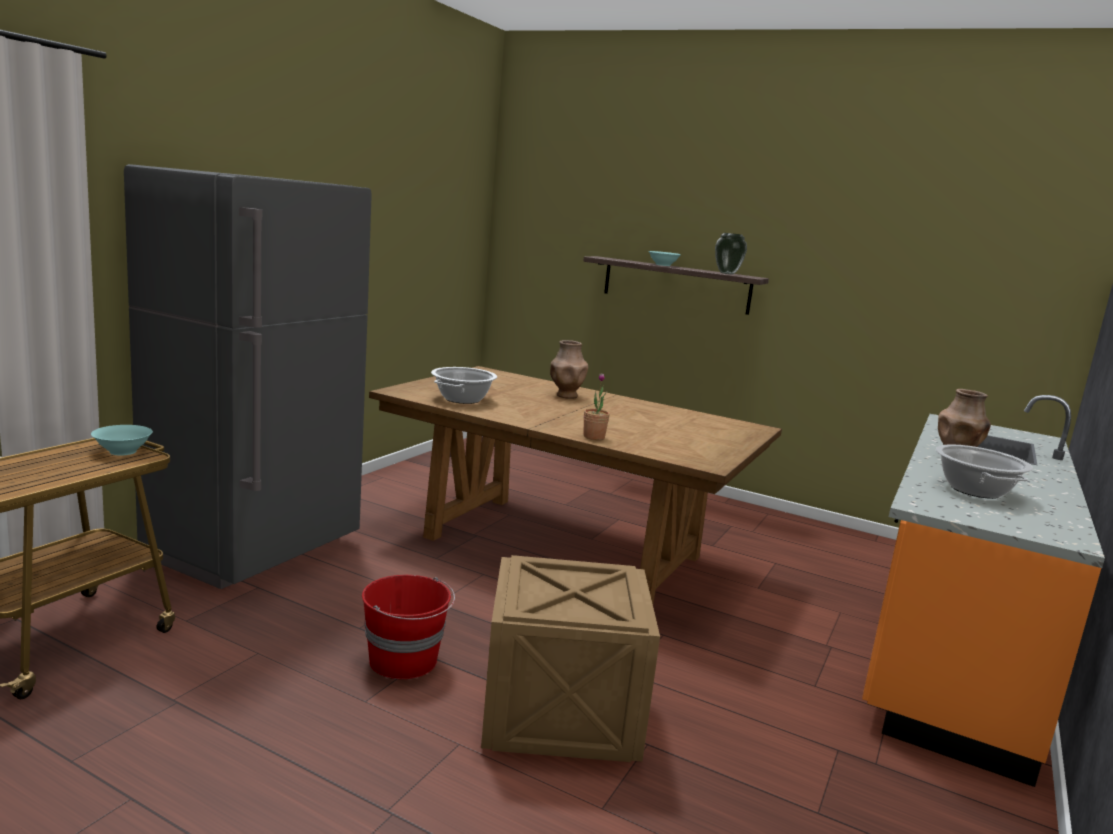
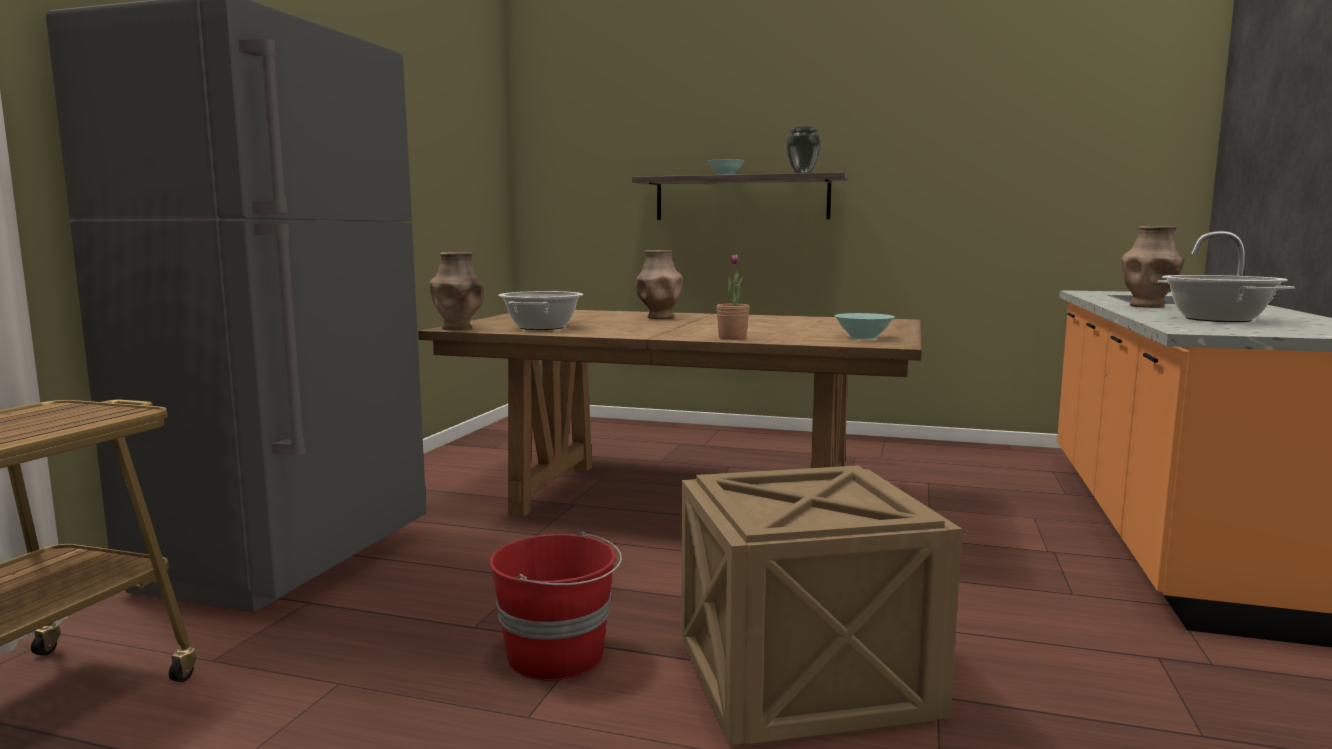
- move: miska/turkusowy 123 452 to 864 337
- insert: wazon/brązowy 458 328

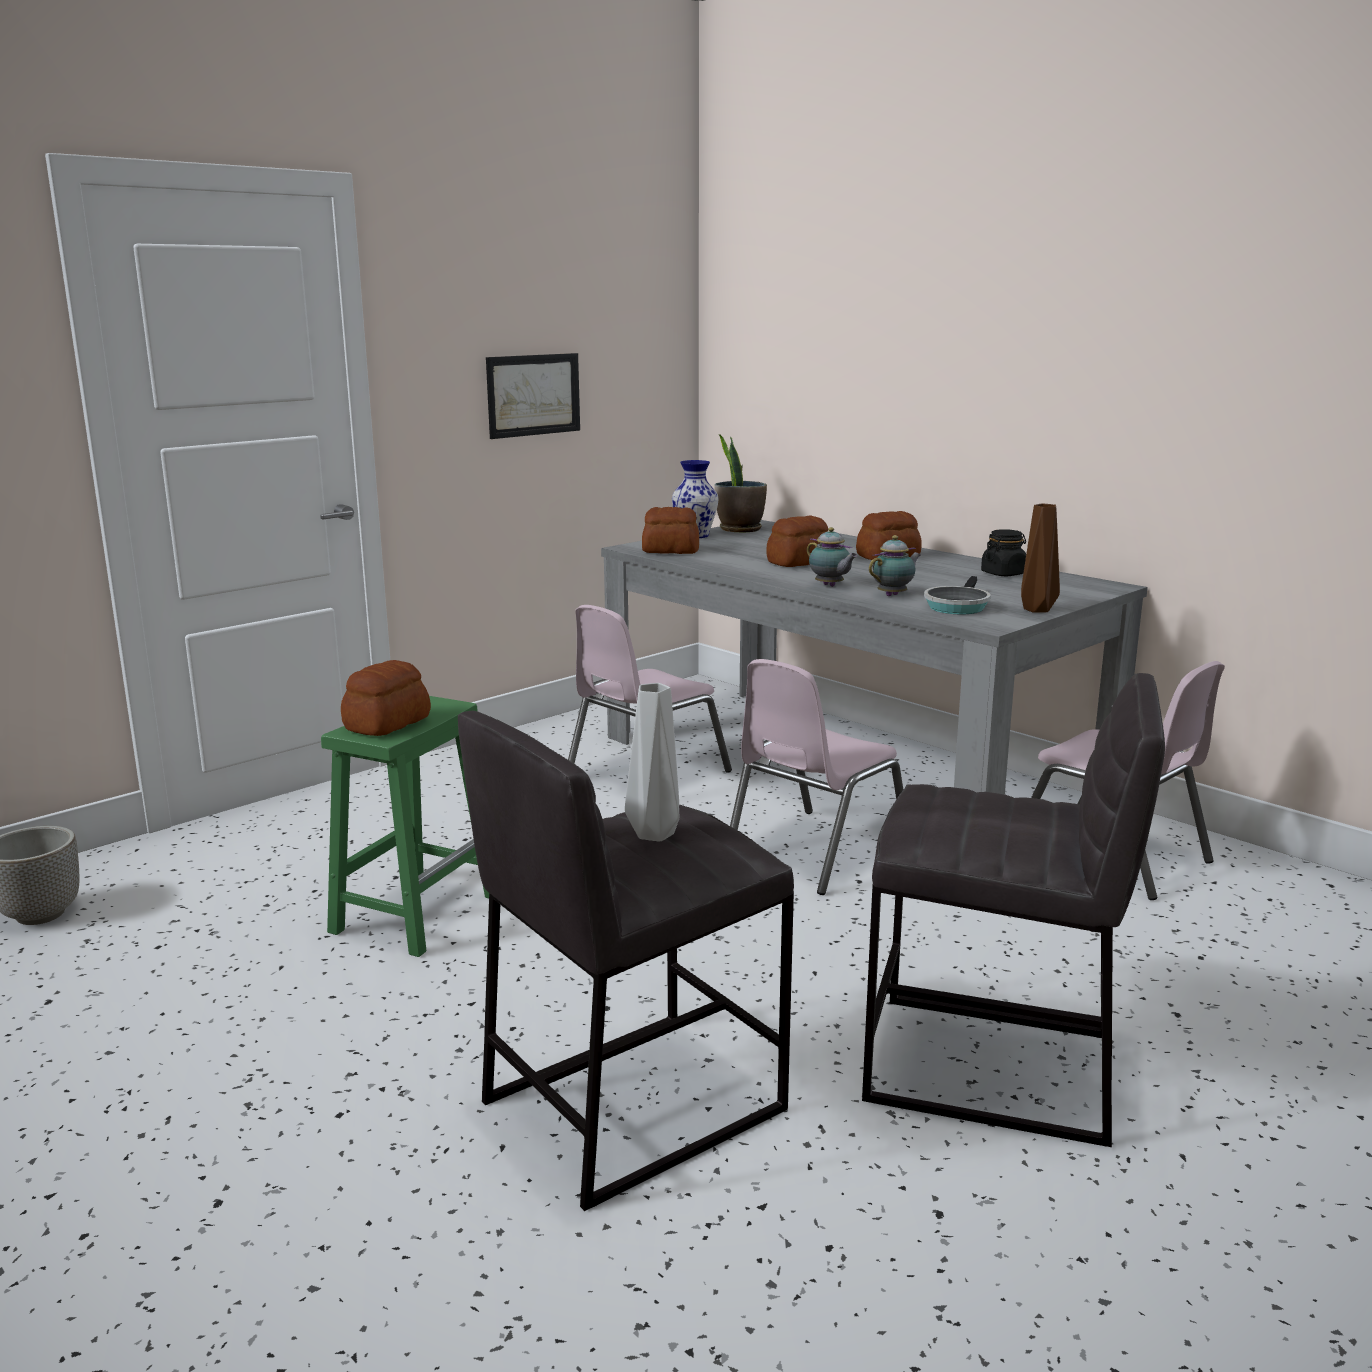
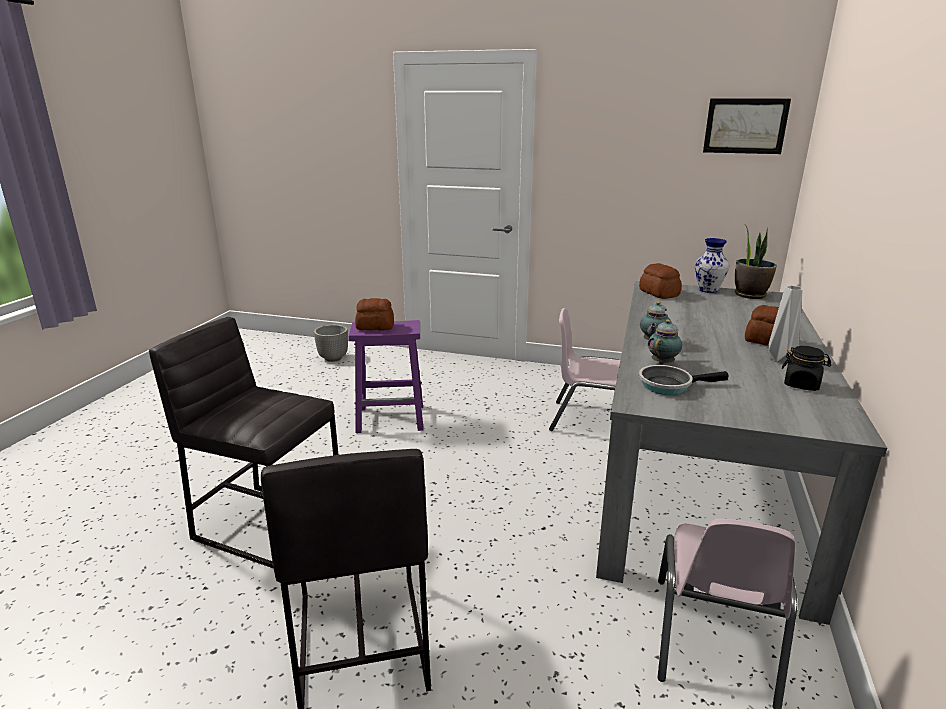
- recolor: stołek/zielony 417 912 to stołek/fioletowy 392 418
- move: obraz 533 395 to 745 126
- move: wazon/szary 652 834 to 778 359
- delete: krzesło/różowy 814 851
- delete: chleb 798 562
- rotate: imbryk 894 595 = 663 362 75 degrees counterclockwise
- delete: wazon/brązowy 1037 609

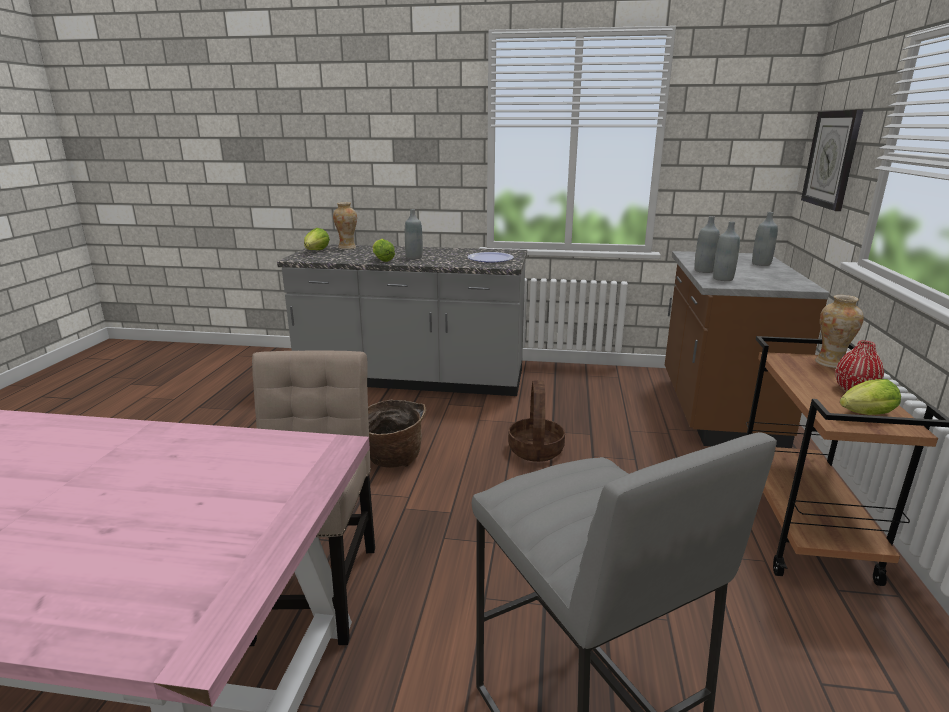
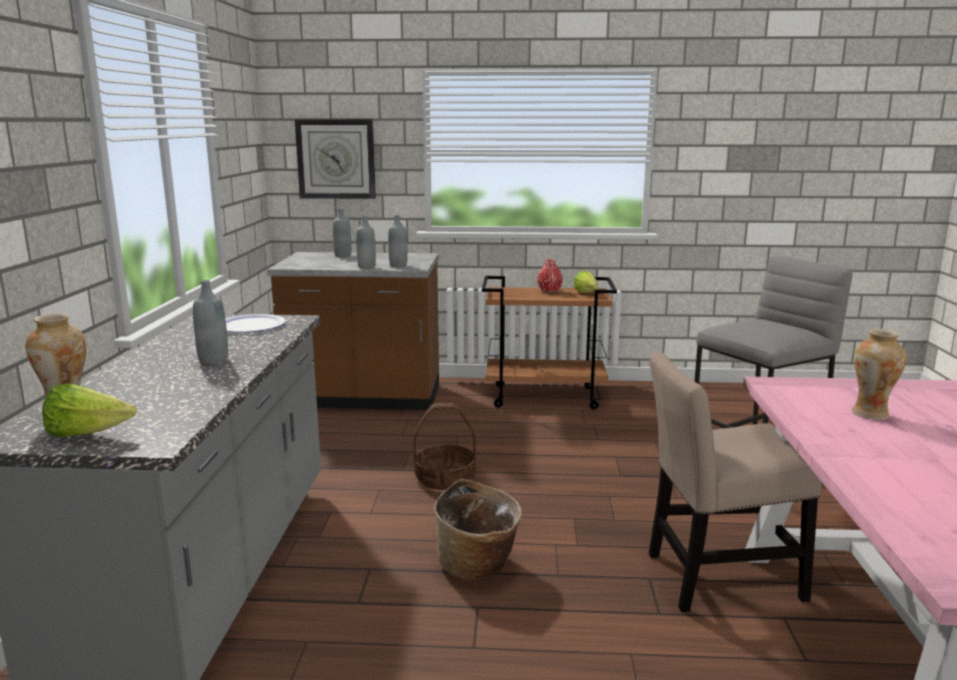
- delete: sałata 382 260
- move: wazon 830 363 to 870 414

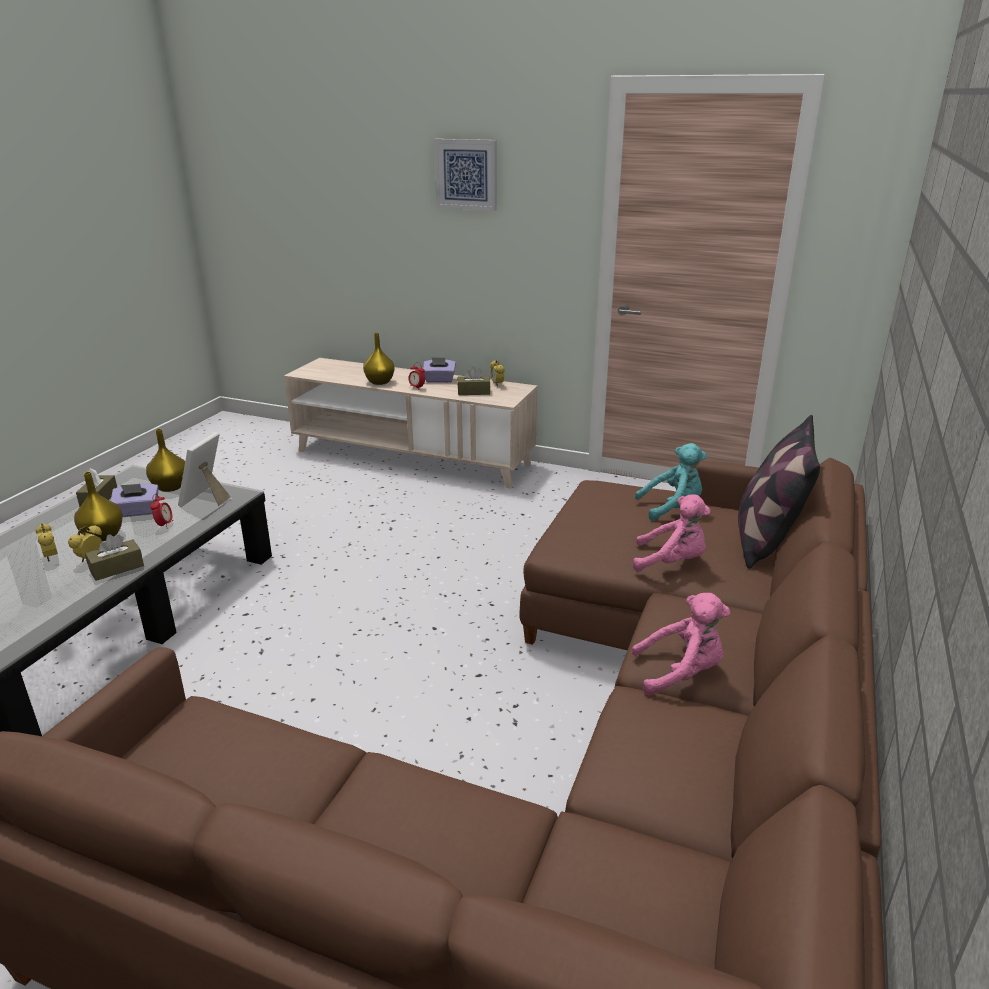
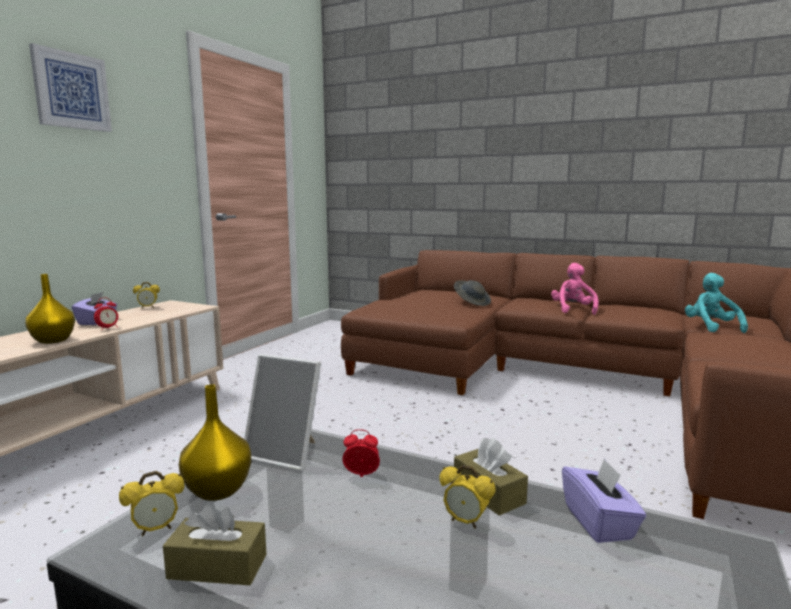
- move: budzik 51 557 to 156 529
- delete: wazon/żółty 102 536
- move: pudełko chusteczek/fioletowy 138 512 to 599 522
- delete: pudełko chusteczek/brązowy 473 392
- replace: pluszak/różowy 671 562 to kapelusz/szary 472 303
- move: pluszak/turkusowy 672 507 to 711 327
- delete: poduszka 766 540

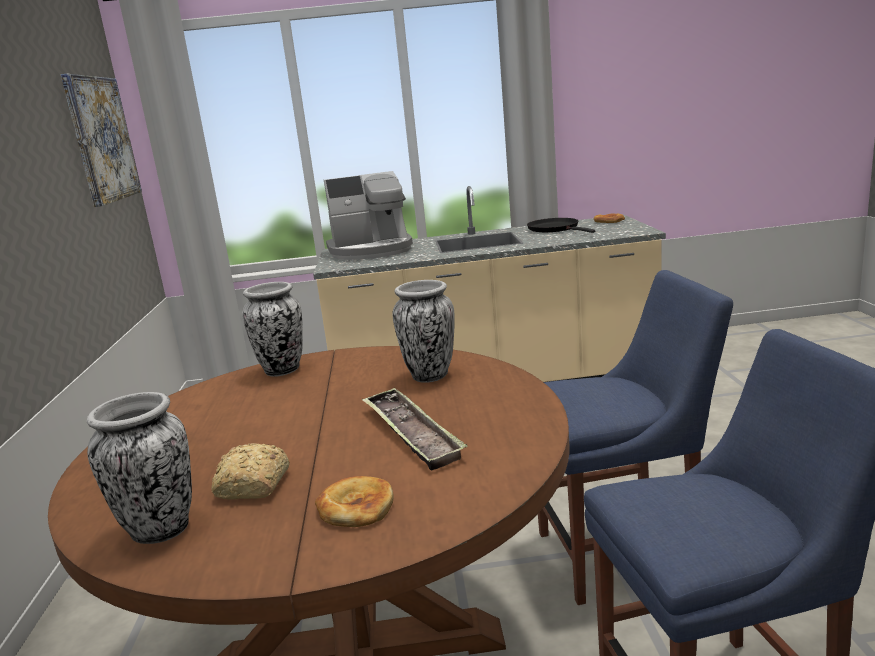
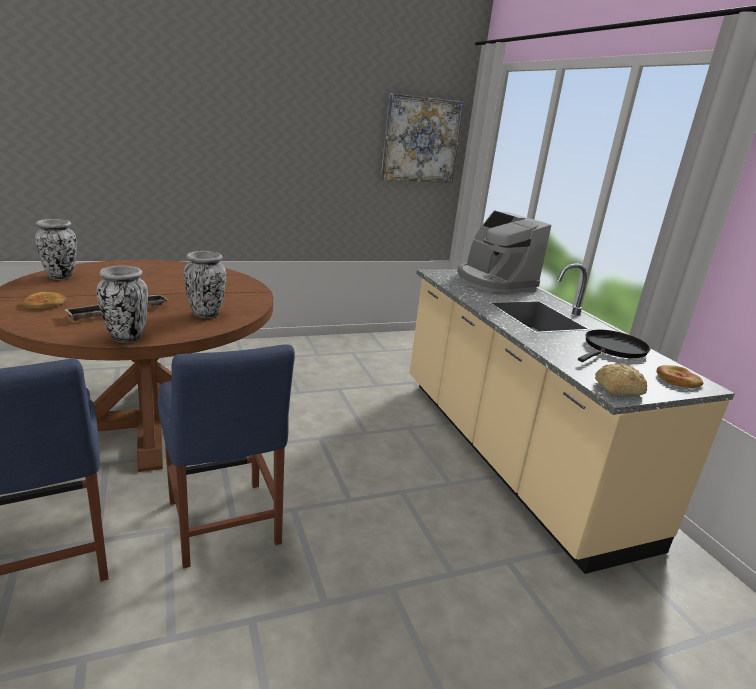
- move: chleb 252 486 to 617 388
- move: wazon 282 370 to 126 338

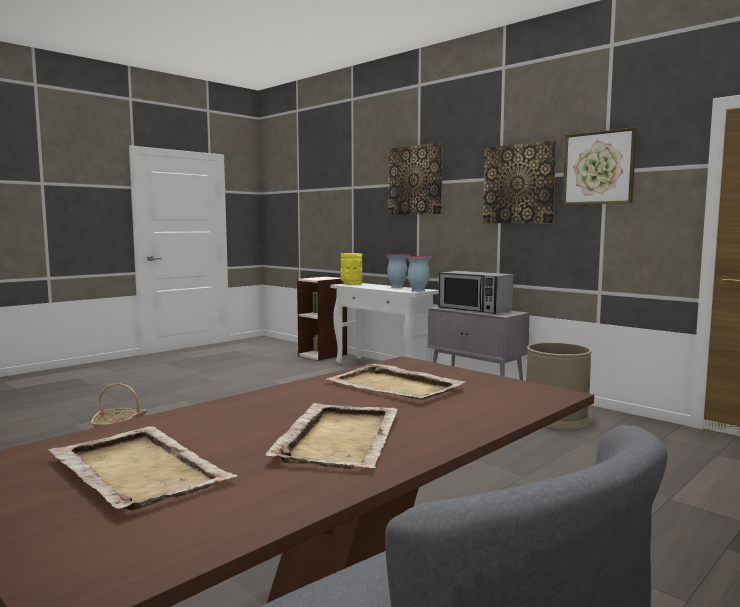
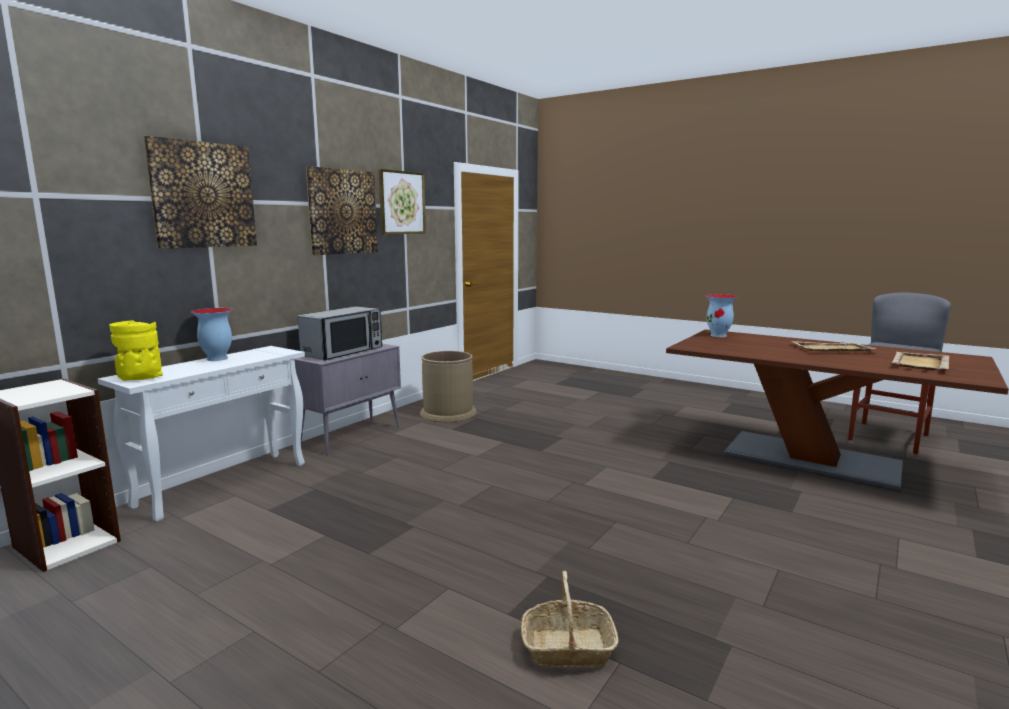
- delete: taca/beżowy 395 386
- move: wazon 418 291 to 719 335

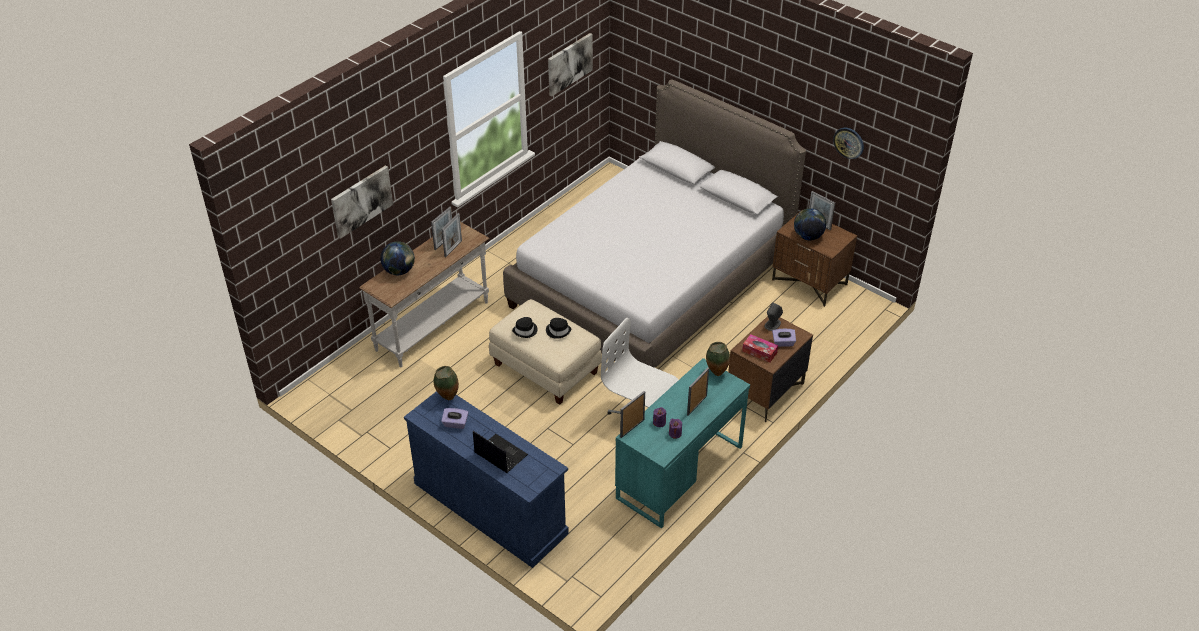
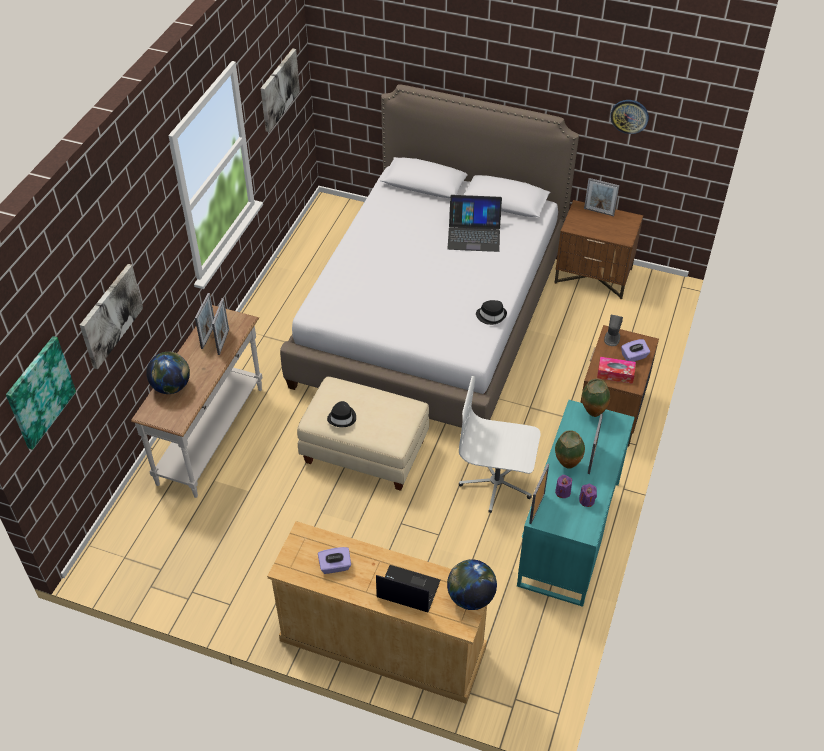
- recolor: komoda/niebieski 489 508 to komoda/beżowy 381 644
- move: wazon 447 398 to 567 466
- move: kapelusz/czarny 558 331 to 491 315
- move: globus 808 236 to 470 597
- insert: obraz 39 392
- insert: laptop 474 234

